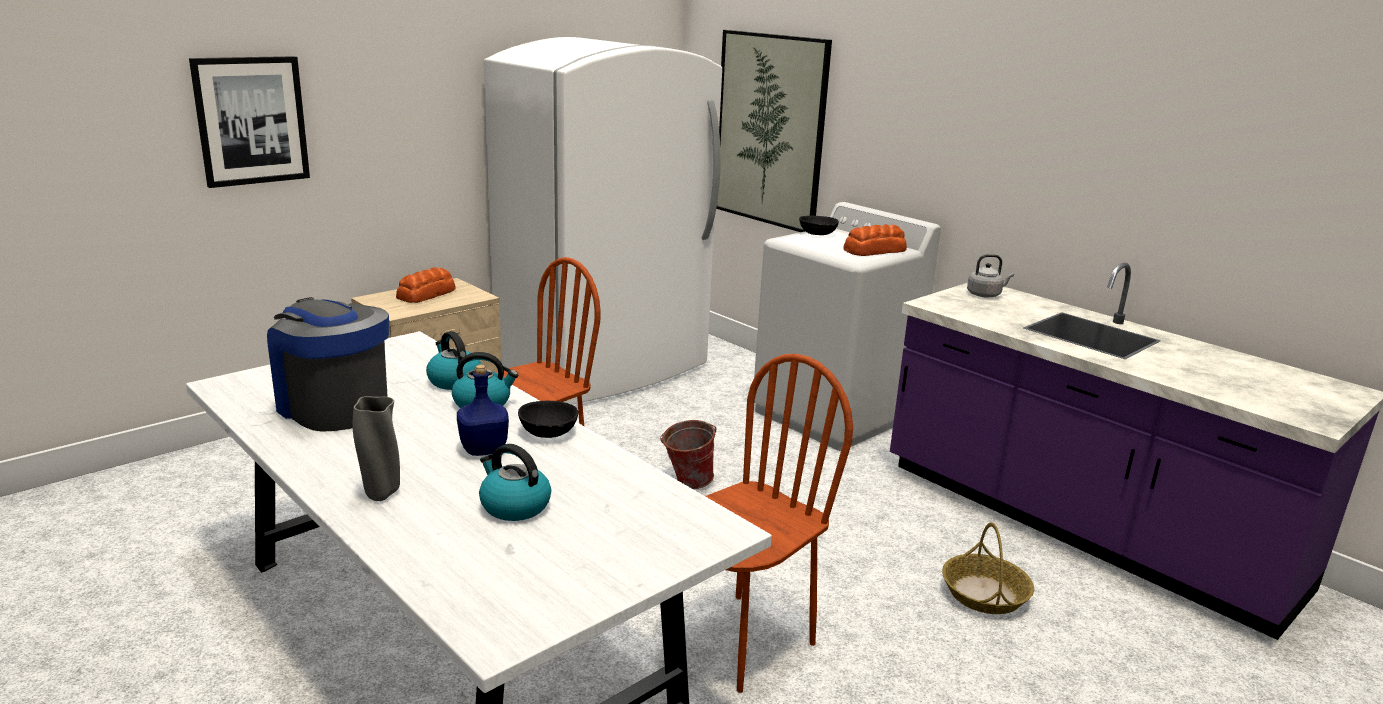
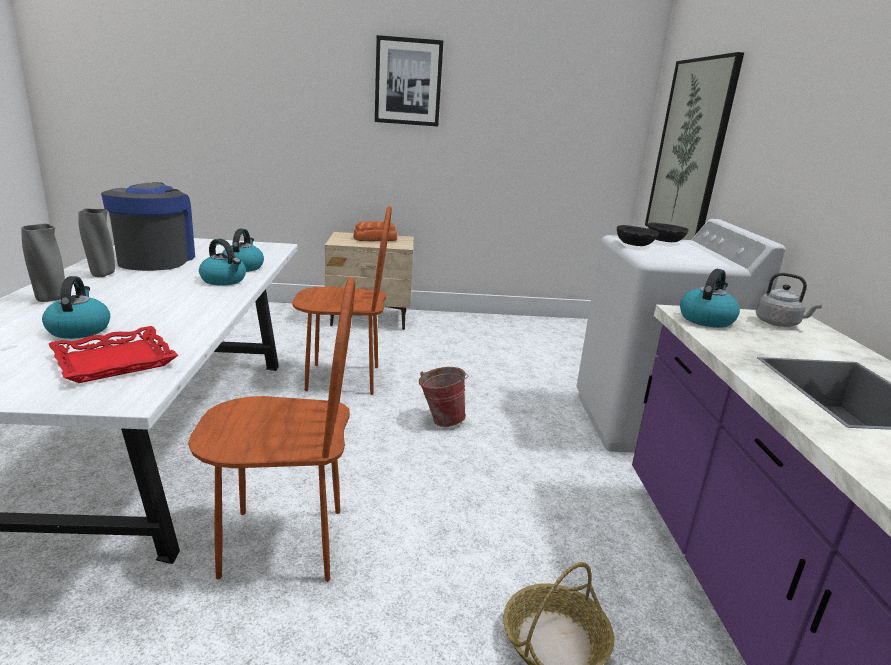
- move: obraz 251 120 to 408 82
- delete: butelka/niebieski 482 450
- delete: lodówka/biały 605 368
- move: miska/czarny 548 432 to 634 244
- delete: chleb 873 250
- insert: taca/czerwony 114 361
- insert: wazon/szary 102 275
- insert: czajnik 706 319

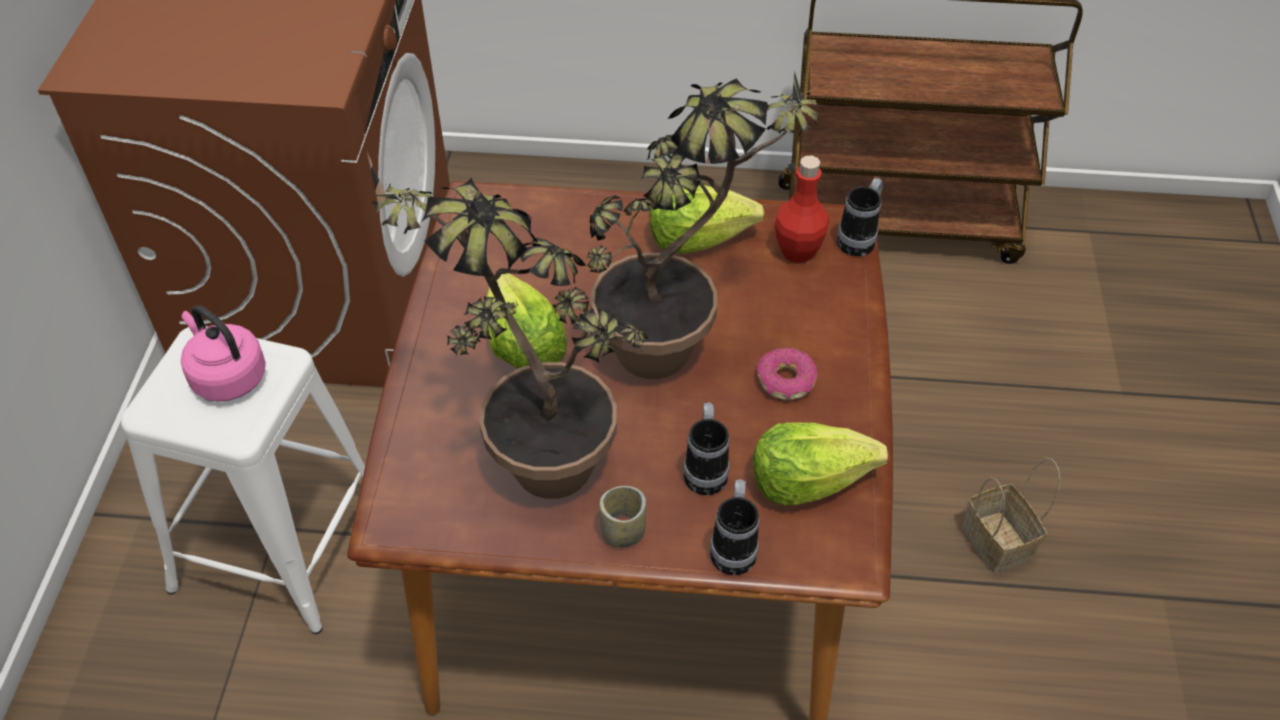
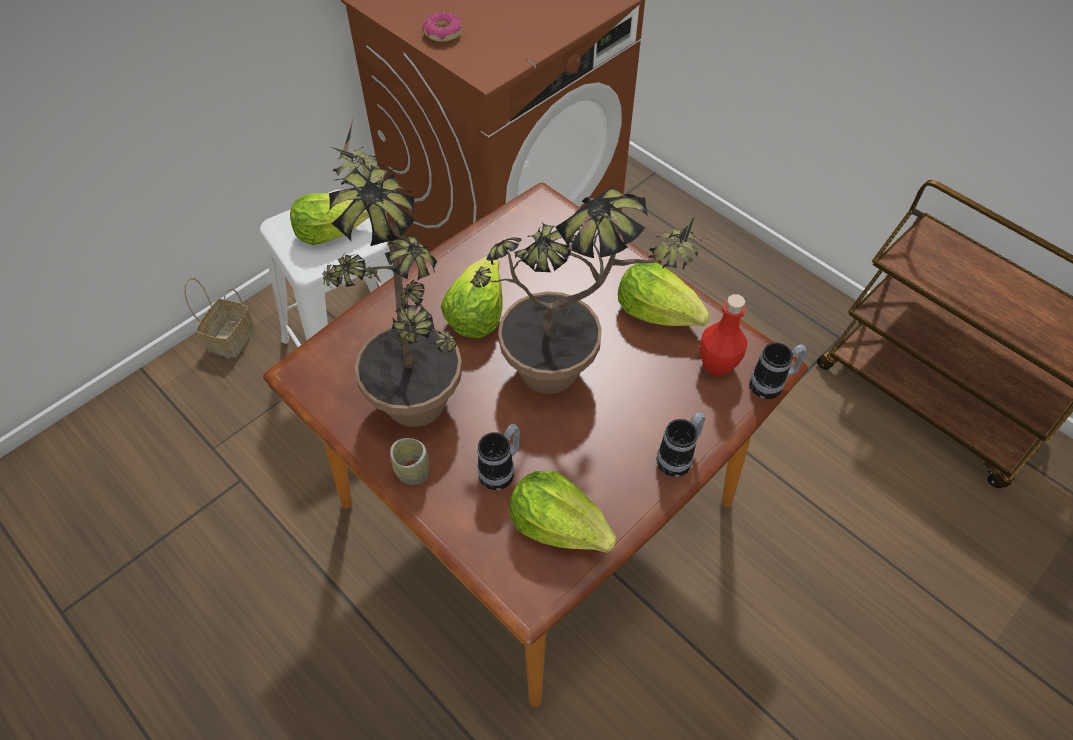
- replace: czajnik/różowy 227 376 to sałata 332 230
- move: kubek 734 547 to 678 457
- move: donut 785 381 to 443 33
- move: koszyk 999 543 to 231 340

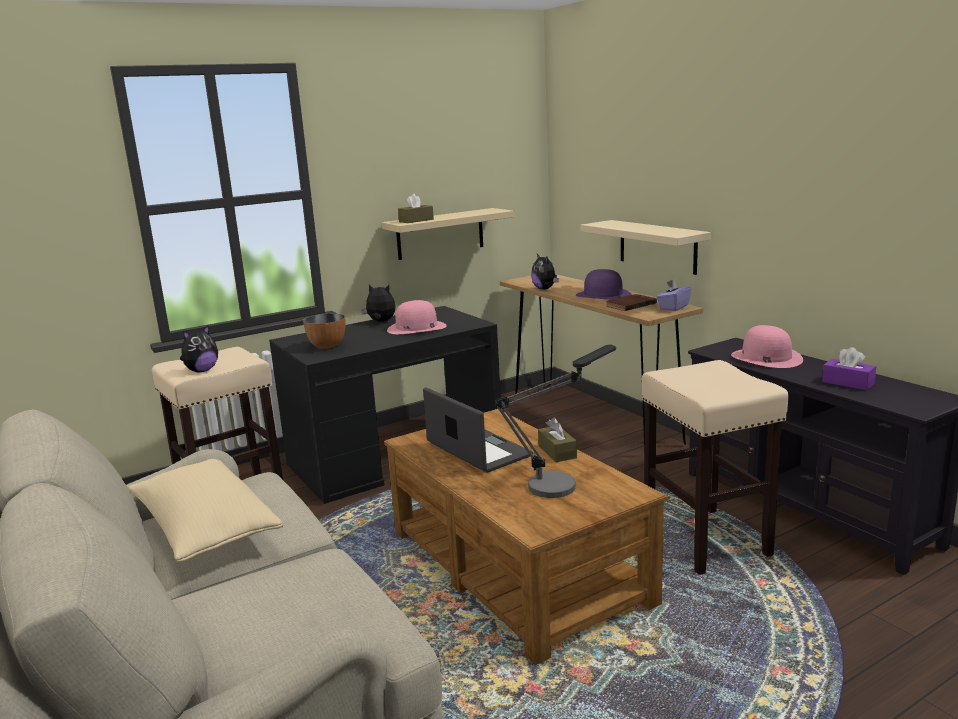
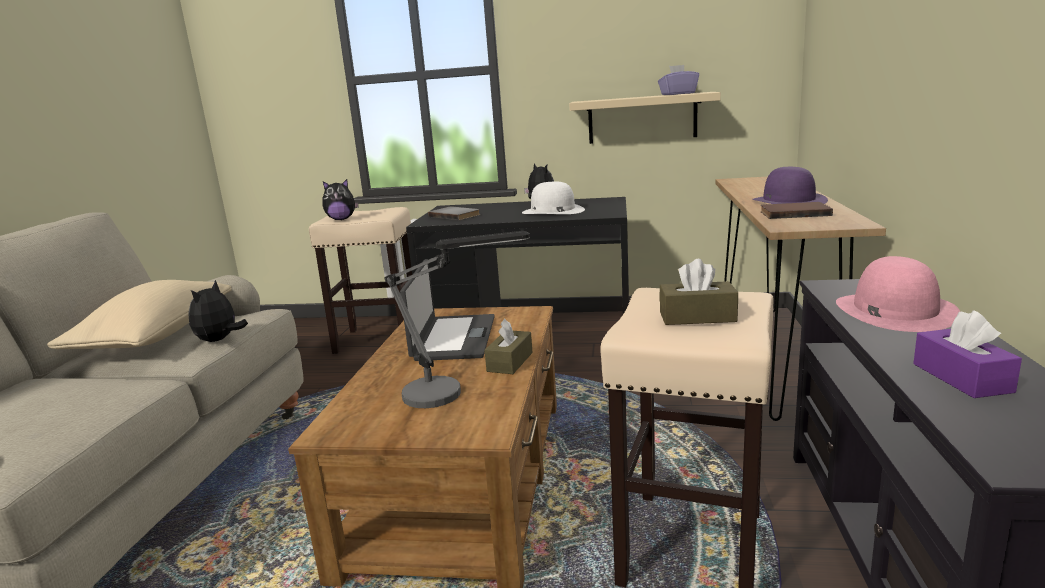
- replace: miska 327 346 to książka/szary 455 215
- recolor: kapelusz/różowy 416 328 to kapelusz/biały 552 211
- move: pudełko chusteczek/brązowy 416 220 to 697 317
- move: pluszak 545 289 to 219 340
- delete: półka/beżowy 657 246
- move: pudełko chusteczek/fioletowy 673 307 to 678 94

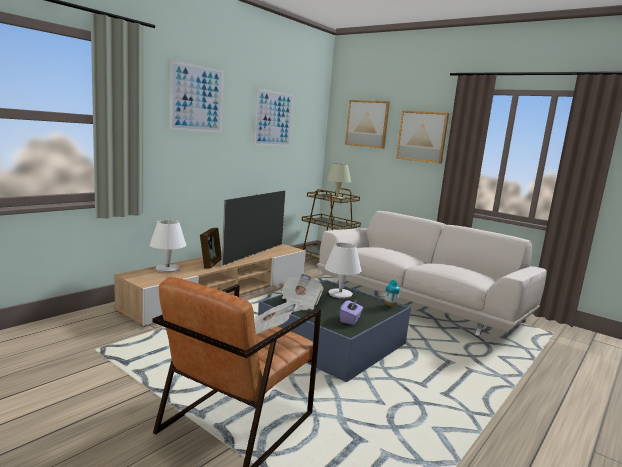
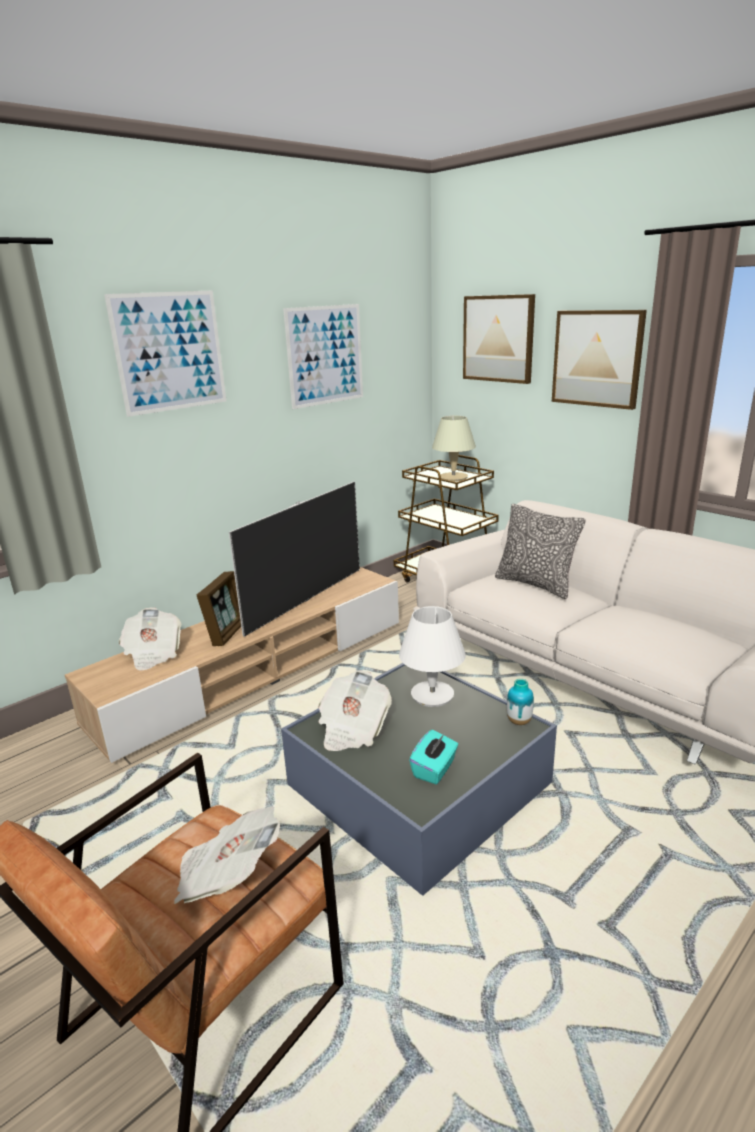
- replace: lampa stołowa/biały 167 269 to gazeta 153 653
- recolor: pudełko chusteczek/fioletowy 350 320 to pudełko chusteczek/turkusowy 434 769
- insert: poduszka 535 584

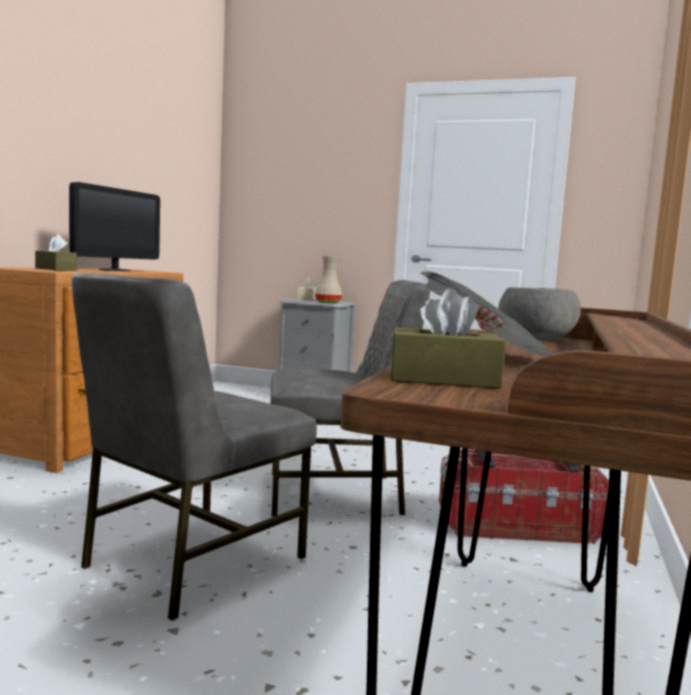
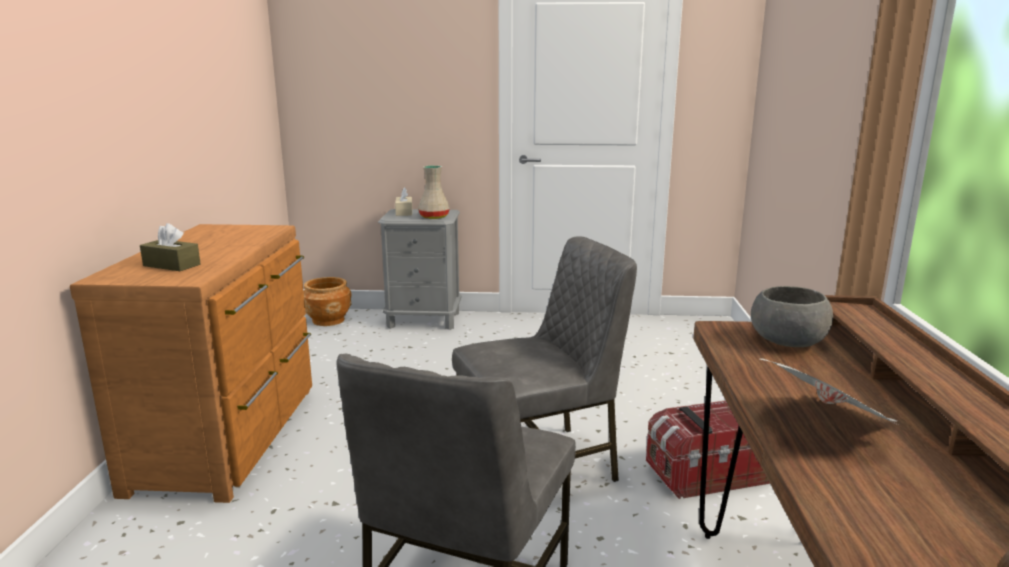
- delete: monitor 115 270
- delete: pudełko chusteczek/brązowy 443 379
- insert: donica/brązowy 328 320

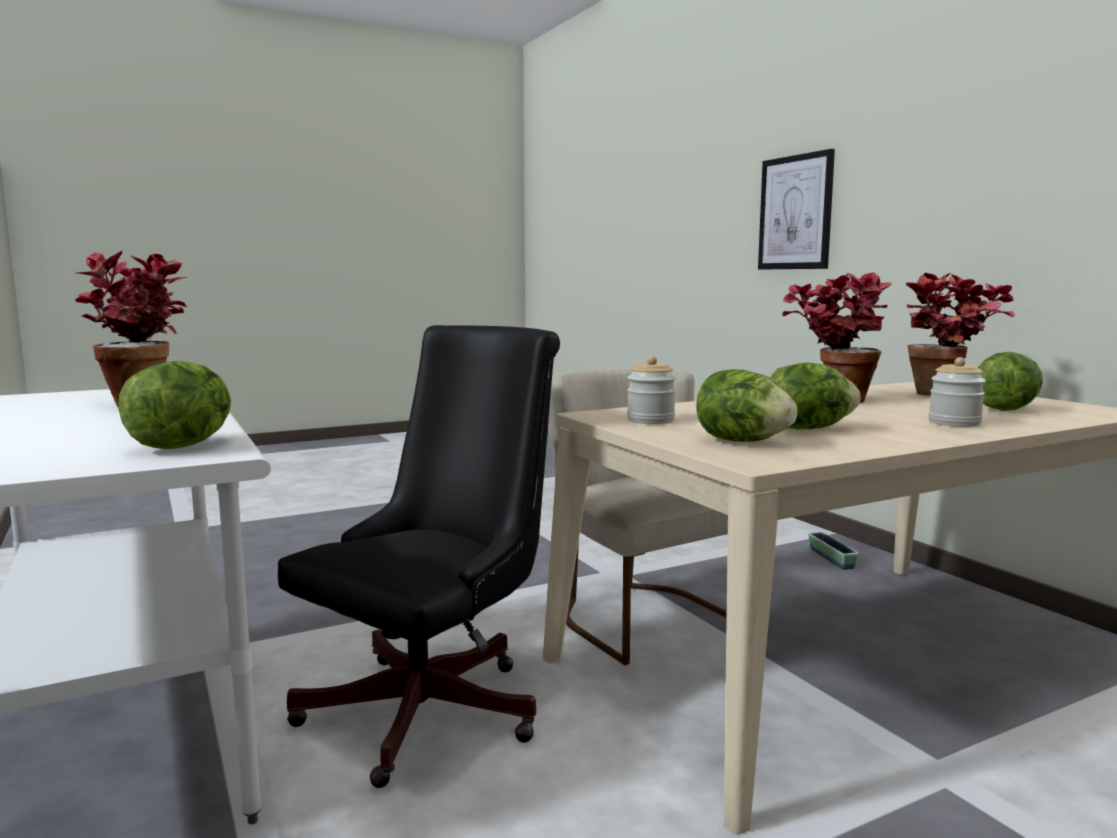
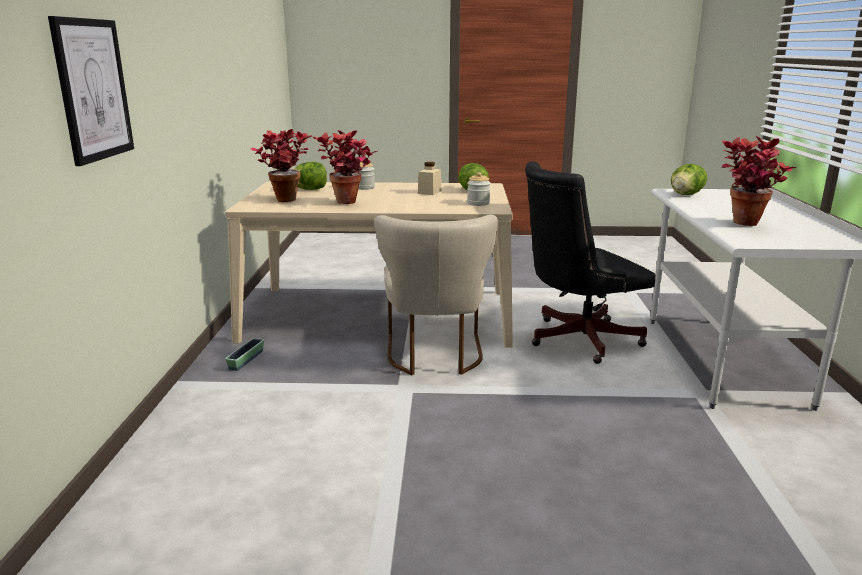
- replace: sałata 808 429 to słoik/beżowy 429 192

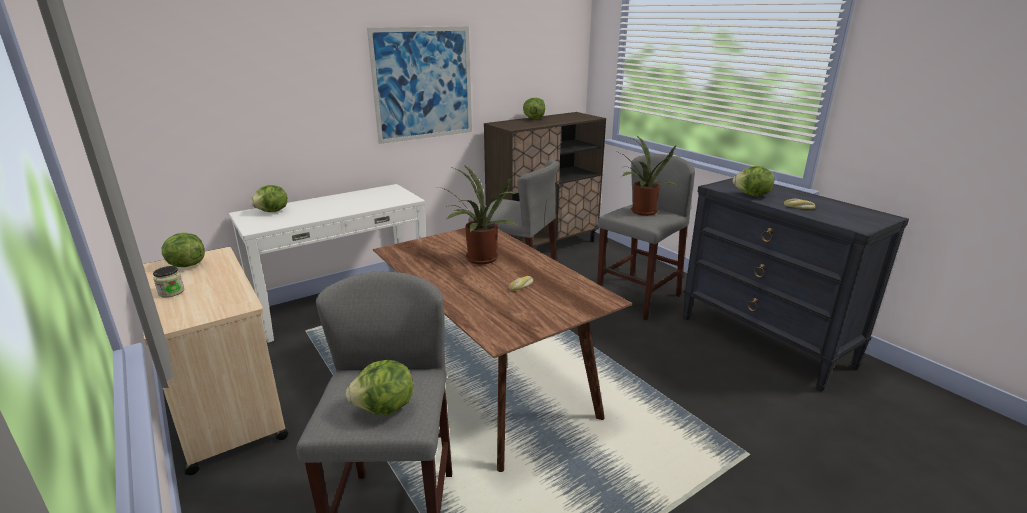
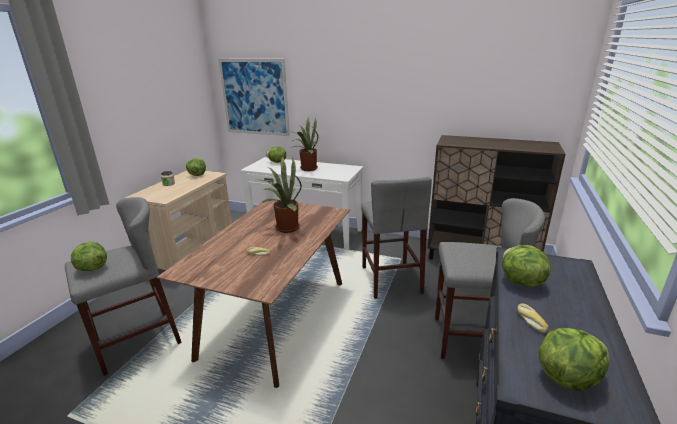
- move: obraz 423 84 to 254 97
- move: sałata 534 119 to 567 376
- move: roślina doniczkowa 641 212 to 307 168

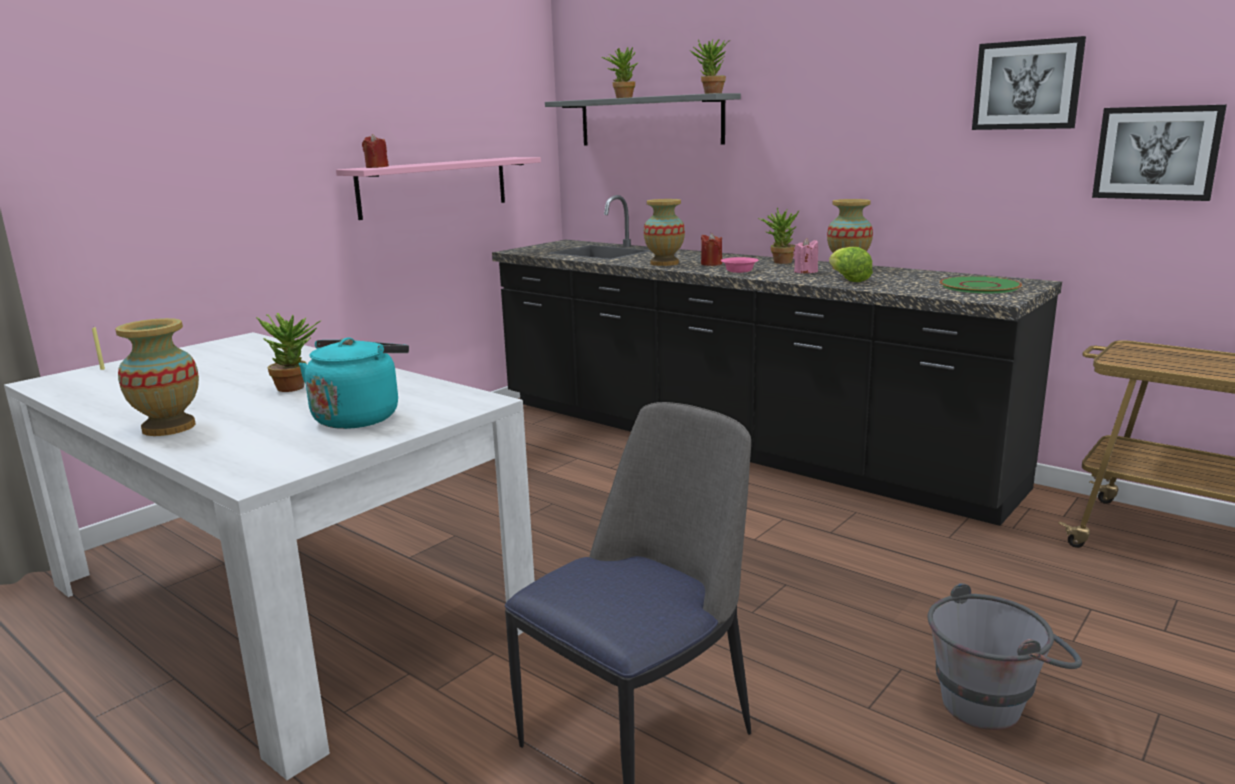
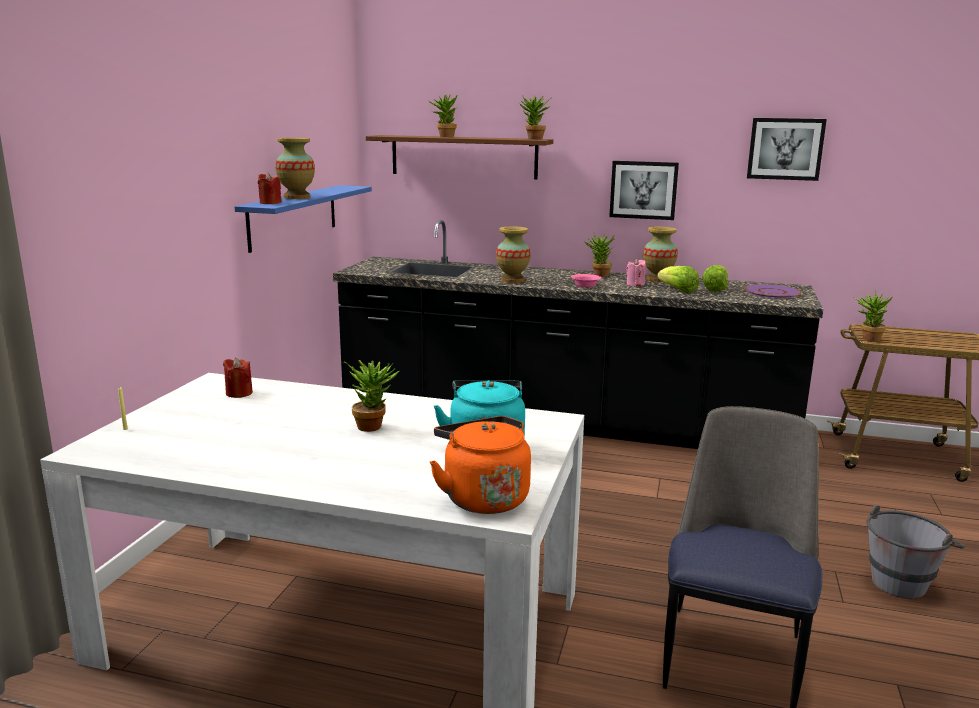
- move: wazon 169 428 to 297 197
- recolor: półka/różowy 434 186 to półka/niebieski 294 216
- recolor: półka/szary 650 121 to półka/brązowy 463 156
- move: świeca/czerwony 711 264 to 239 393
- recolor: talerz/zielony 979 286 to talerz/fioletowy 771 292
- move: obraz 1156 153 to 643 190
- insert: czajnik/pomarańczowy 483 497
- insert: sałata 715 289
- insert: roślina doniczkowa 867 338

